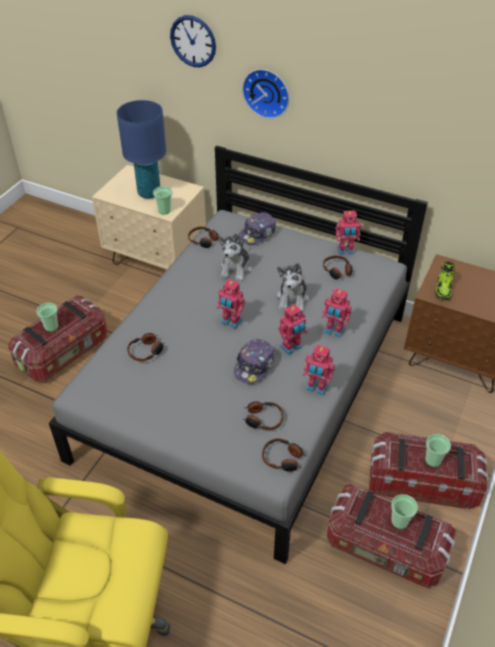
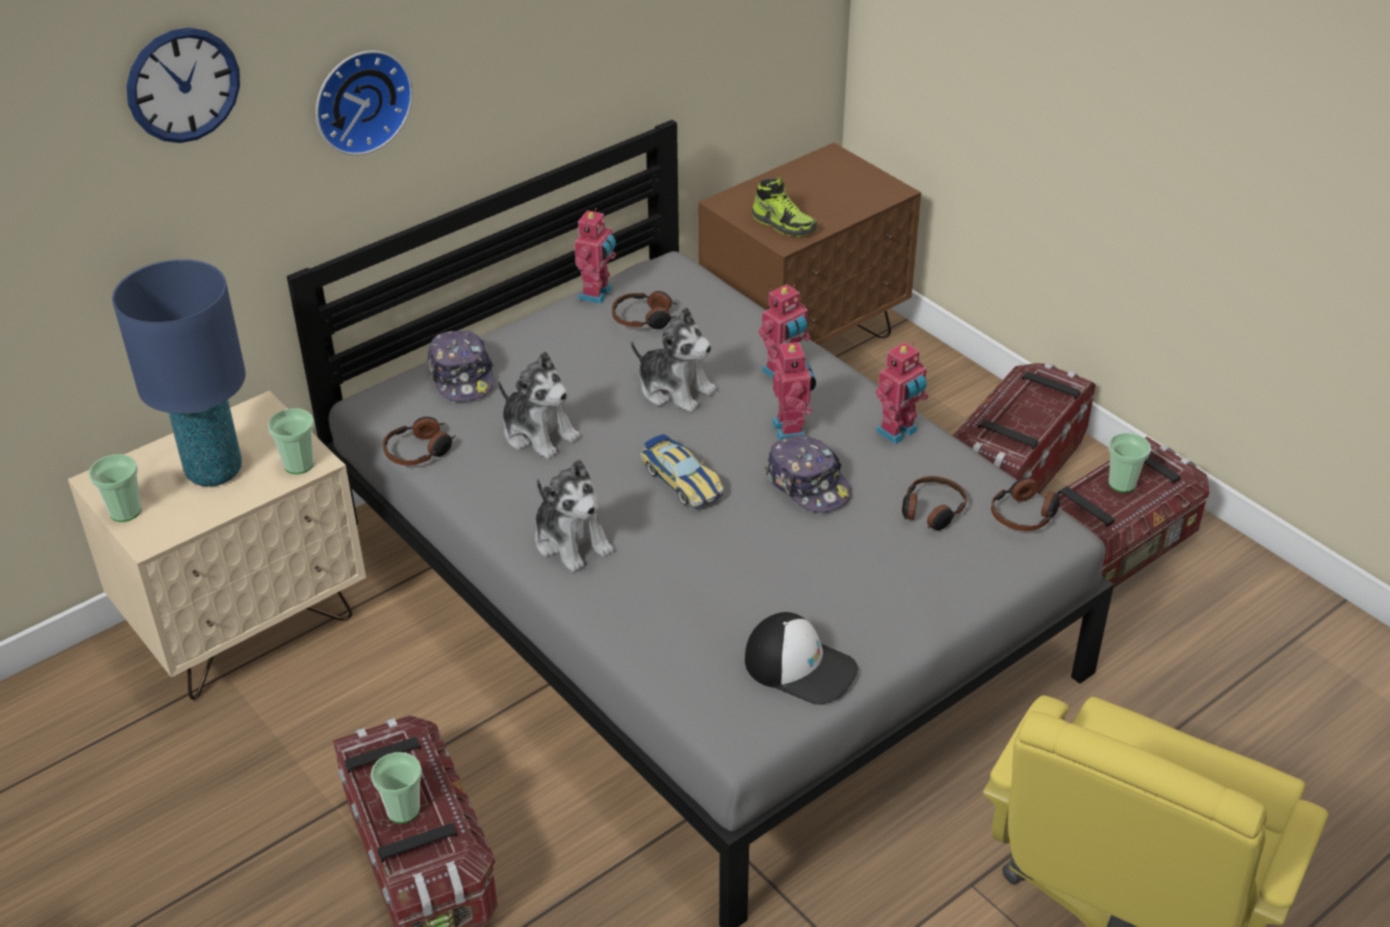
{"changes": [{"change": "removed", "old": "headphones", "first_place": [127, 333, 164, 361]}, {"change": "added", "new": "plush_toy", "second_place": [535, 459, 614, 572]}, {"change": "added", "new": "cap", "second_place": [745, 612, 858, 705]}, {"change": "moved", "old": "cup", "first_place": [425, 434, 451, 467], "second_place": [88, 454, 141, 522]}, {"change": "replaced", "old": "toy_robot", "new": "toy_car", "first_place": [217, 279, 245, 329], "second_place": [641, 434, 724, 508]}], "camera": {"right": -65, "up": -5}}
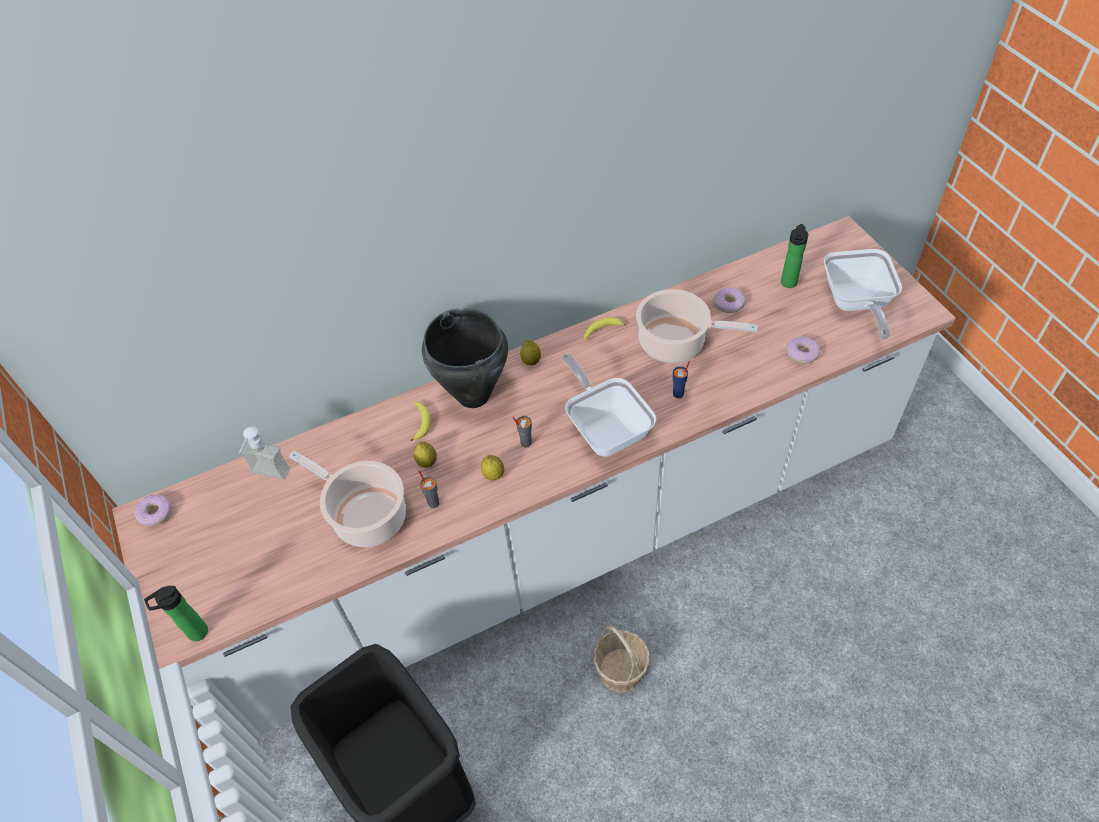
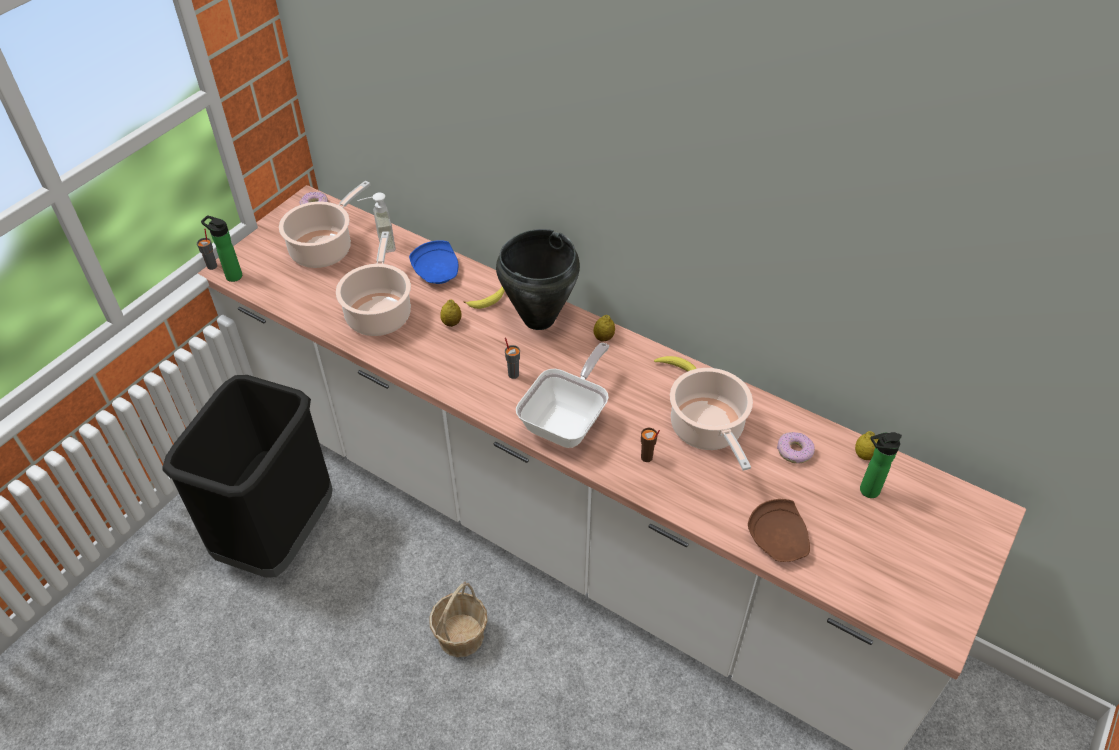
{"changes": [{"change": "removed", "old": "frying_pan", "first_place": [824, 249, 902, 339]}, {"change": "added", "new": "cooking_pot", "second_place": [279, 180, 371, 268]}, {"change": "added", "new": "blue_plate", "second_place": [409, 240, 459, 284]}, {"change": "moved", "old": "grey_cup", "first_place": [419, 471, 440, 508], "second_place": [197, 229, 217, 270]}, {"change": "moved", "old": "lemon", "first_place": [481, 455, 504, 480], "second_place": [855, 431, 878, 460]}, {"change": "replaced", "old": "donut", "new": "brown_plate", "first_place": [786, 336, 820, 364], "second_place": [748, 499, 810, 562]}, {"change": "recoloured", "old": "blue_cup", "new": "brown_cup", "first_place": [673, 361, 690, 398], "second_place": [641, 428, 660, 462]}], "camera": {"right": 55, "up": -5}}
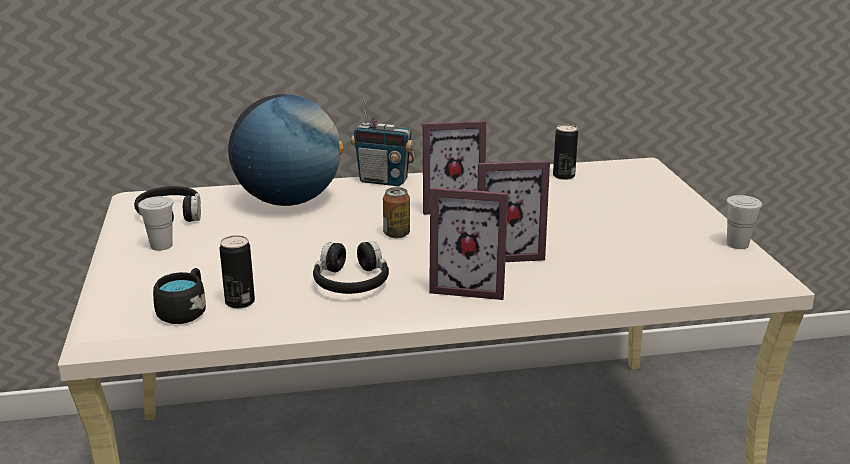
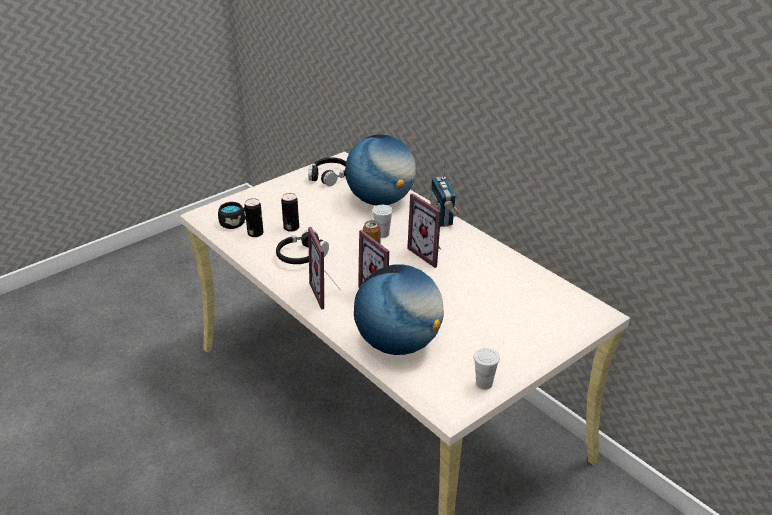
{"changes": [{"change": "added", "new": "globe", "second_place": [354, 265, 444, 355]}, {"change": "moved", "old": "white_cup", "first_place": [138, 196, 174, 251], "second_place": [372, 205, 393, 238]}, {"change": "moved", "old": "can", "first_place": [553, 125, 578, 180], "second_place": [281, 193, 299, 232]}], "camera": {"right": 60, "up": 10}}
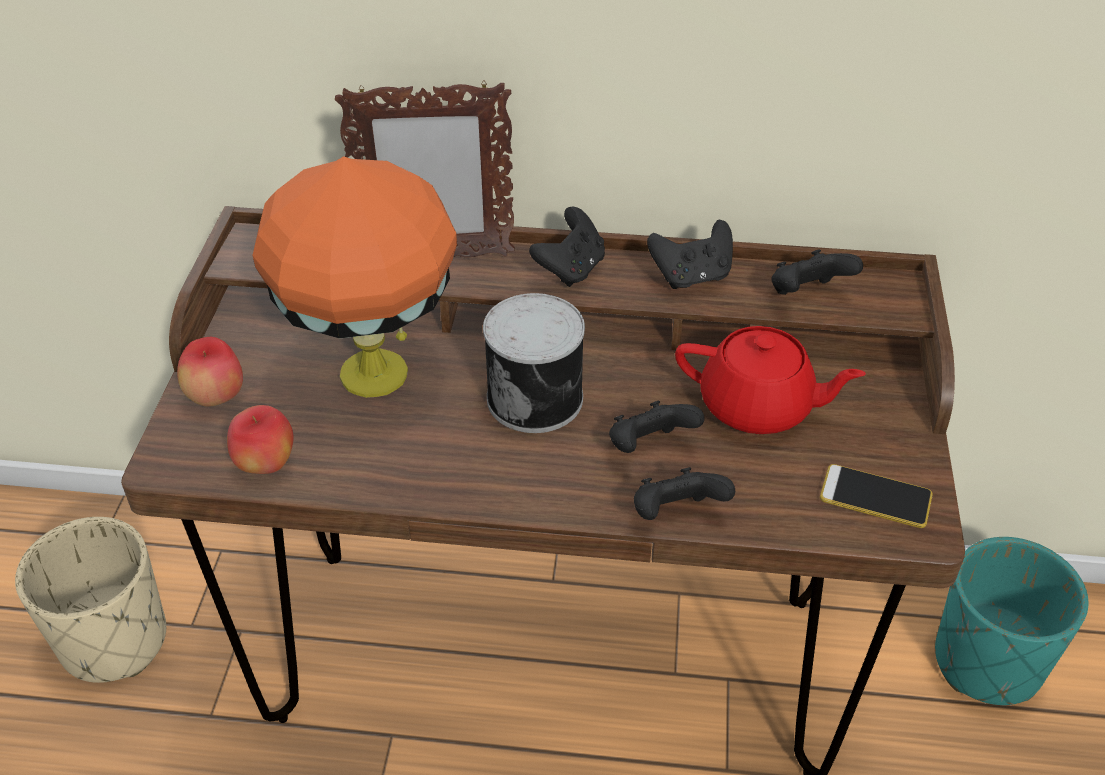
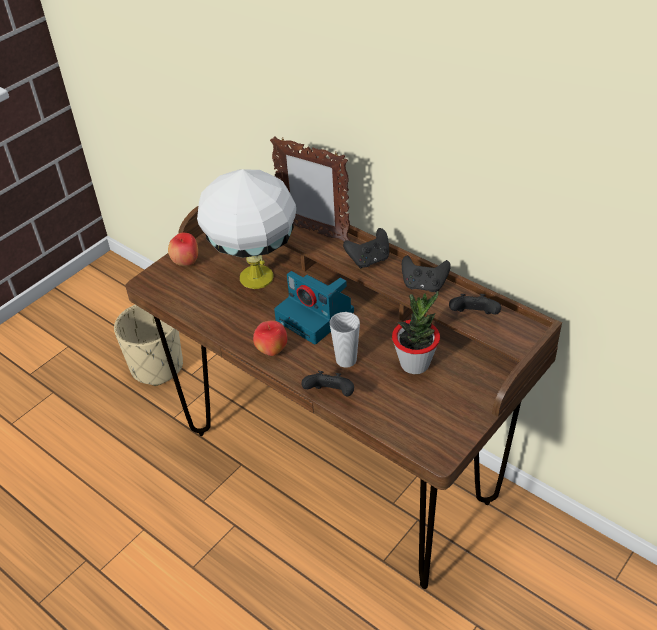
{"changes": [{"change": "removed", "old": "phone", "first_place": [820, 464, 933, 528]}, {"change": "removed", "old": "turquoise_planter", "first_place": [935, 537, 1088, 705]}, {"change": "moved", "old": "apple", "first_place": [227, 405, 293, 474], "second_place": [253, 320, 287, 356]}, {"change": "replaced", "old": "can", "new": "photo_camera", "first_place": [483, 293, 585, 433], "second_place": [274, 271, 354, 344]}, {"change": "replaced", "old": "black_game_controller", "new": "cup", "first_place": [609, 401, 704, 453], "second_place": [329, 312, 360, 368]}, {"change": "replaced", "old": "red_teapot", "new": "potted_plant", "first_place": [675, 326, 866, 434], "second_place": [392, 291, 440, 374]}, {"change": "recoloured", "old": "orange_table_lamp", "new": "white_table_lamp", "first_place": [252, 156, 457, 398], "second_place": [197, 169, 296, 289]}], "camera": {"right": 35, "up": 0}}
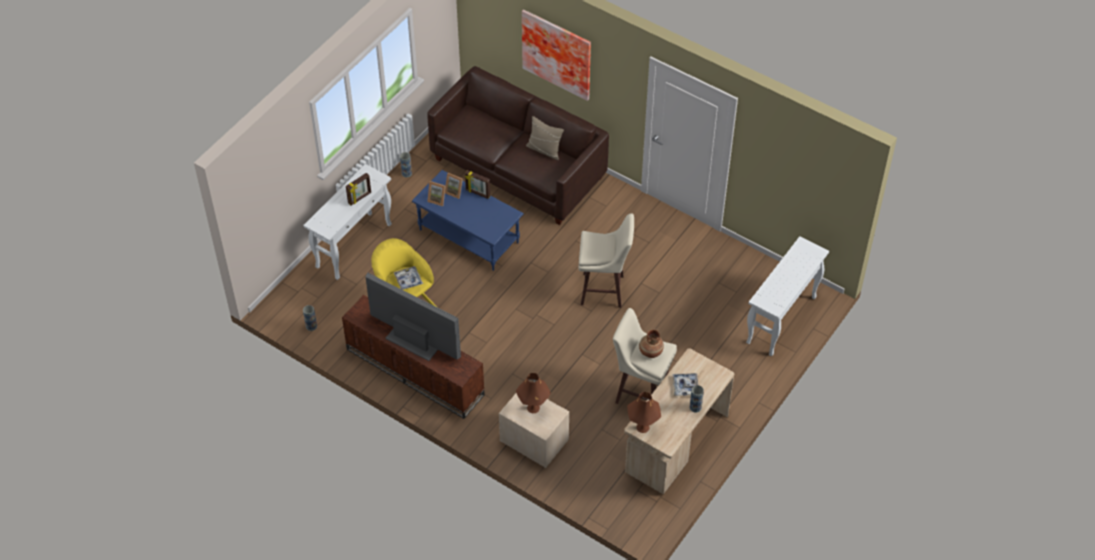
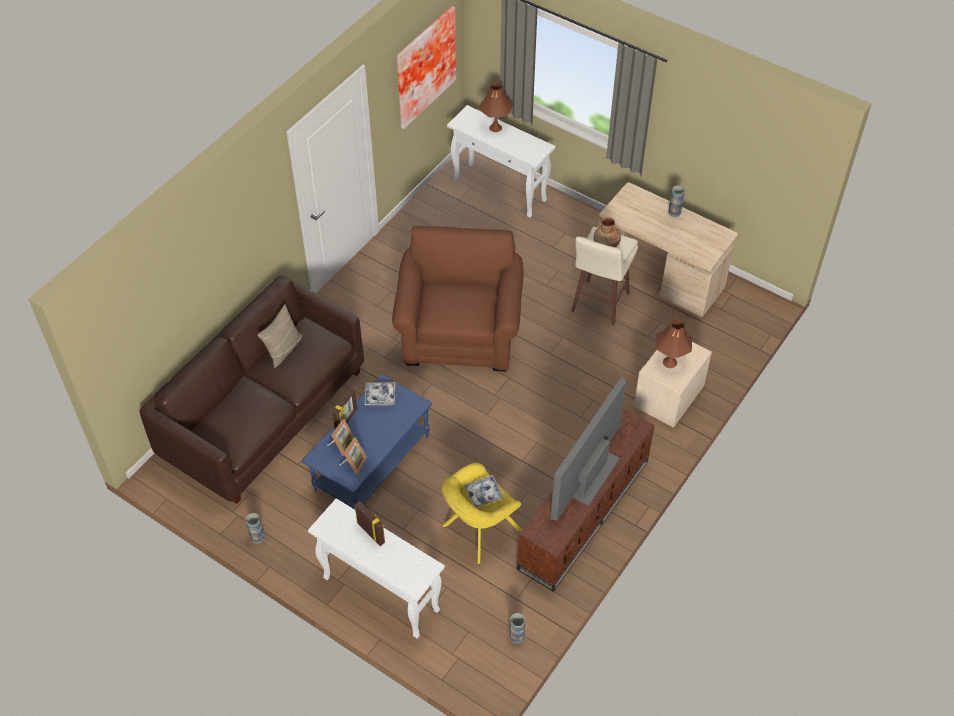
{"changes": [{"change": "moved", "old": "picture", "first_place": [522, 9, 591, 101], "second_place": [397, 6, 456, 129]}, {"change": "moved", "old": "brown_table_lamp", "first_place": [627, 392, 661, 433], "second_place": [479, 83, 513, 132]}, {"change": "moved", "old": "tray", "first_place": [673, 373, 698, 396], "second_place": [365, 382, 395, 405]}, {"change": "replaced", "old": "beige_stool", "new": "brown_armchair", "first_place": [578, 213, 634, 308], "second_place": [392, 225, 524, 372]}], "camera": {"right": -90, "up": 0}}
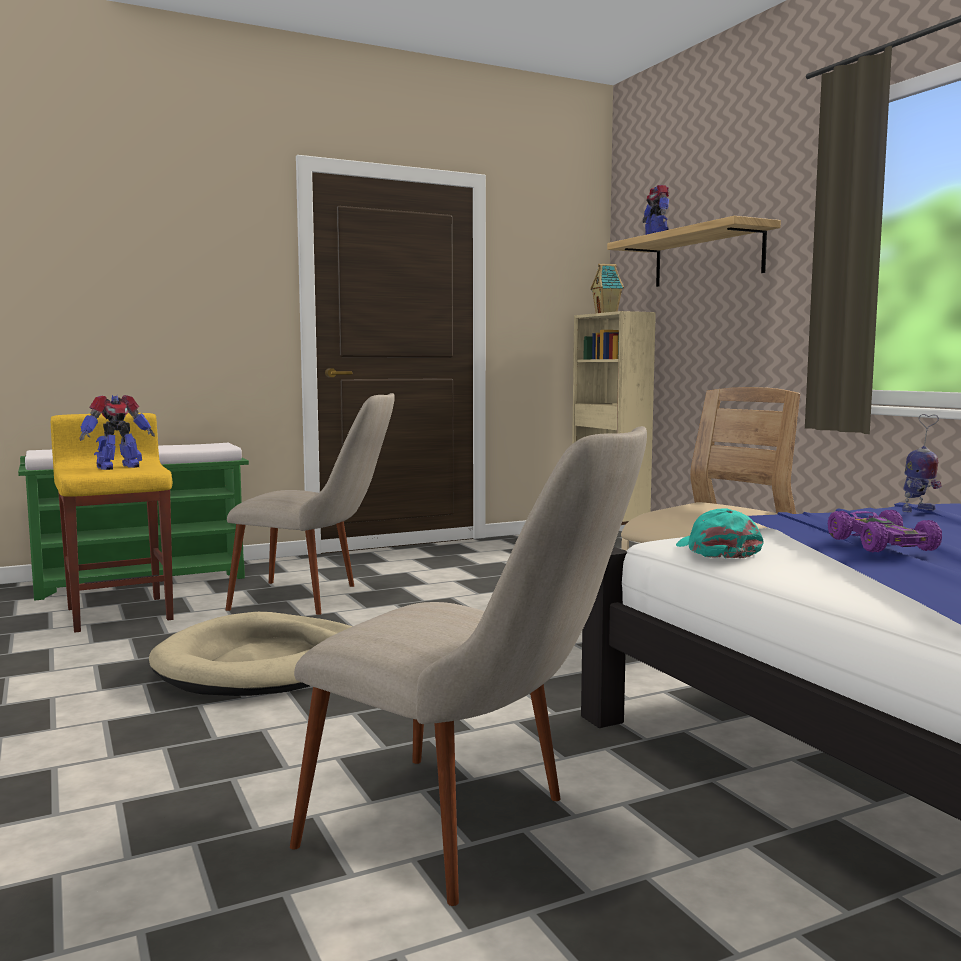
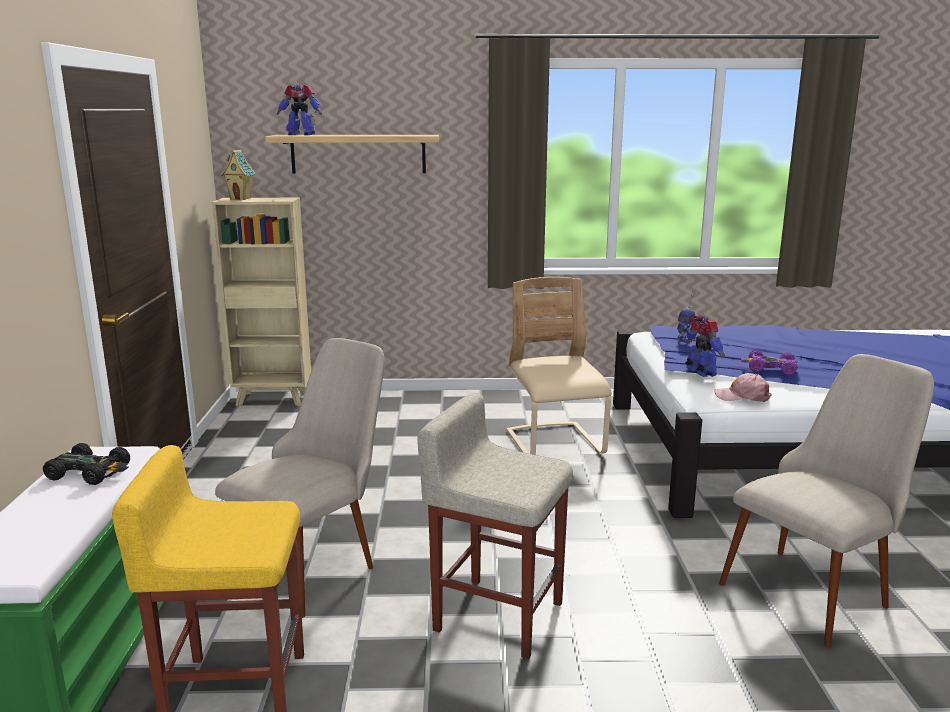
{"changes": [{"change": "added", "new": "black_toy_car", "second_place": [43, 443, 130, 485]}, {"change": "moved", "old": "toy_robot", "first_place": [79, 395, 155, 470], "second_place": [685, 315, 725, 377]}, {"change": "replaced", "old": "beige_dog_bed", "new": "beige_stool", "first_place": [149, 612, 352, 696], "second_place": [417, 393, 573, 659]}, {"change": "recoloured", "old": "turquoise_cap", "new": "pink_cap", "first_place": [676, 508, 764, 558], "second_place": [714, 373, 772, 402]}], "camera": {"right": -65, "up": 10}}
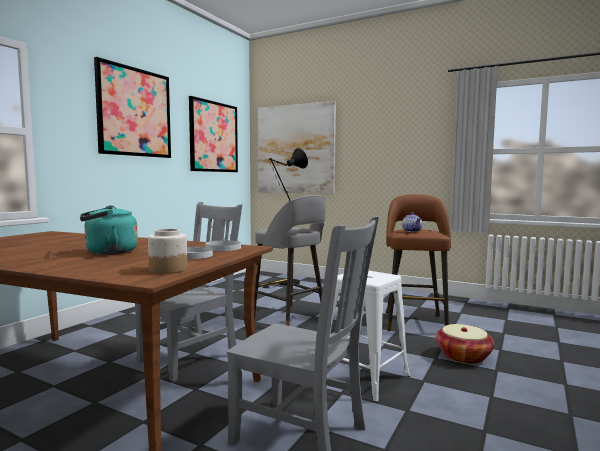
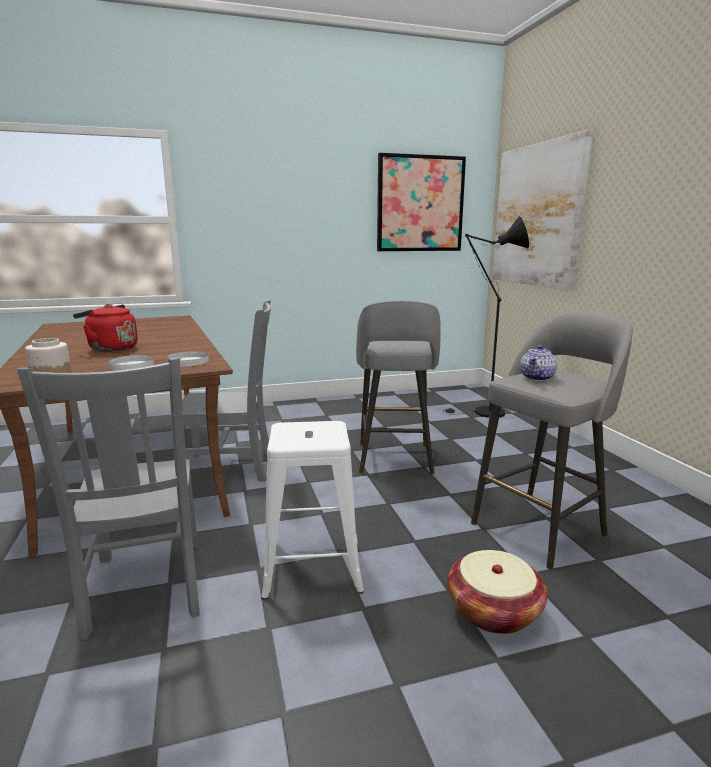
{"changes": [{"change": "removed", "old": "picture", "first_place": [94, 57, 171, 158]}, {"change": "recoloured", "old": "turquoise_kettle", "new": "red_kettle", "first_place": [80, 205, 138, 255], "second_place": [73, 304, 138, 352]}, {"change": "recoloured", "old": "brown_stool", "new": "grey_stool", "first_place": [386, 194, 451, 331], "second_place": [471, 310, 633, 569]}], "camera": {"right": 45, "up": 10}}
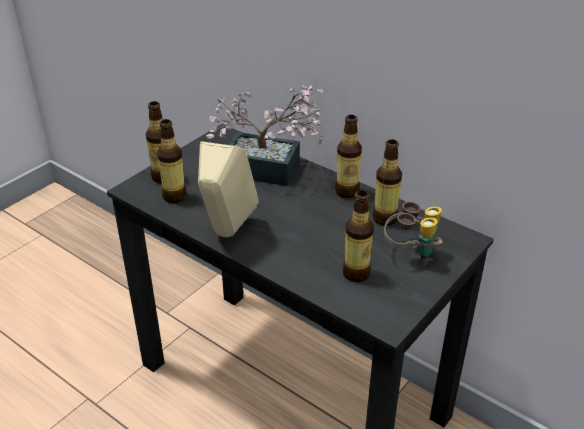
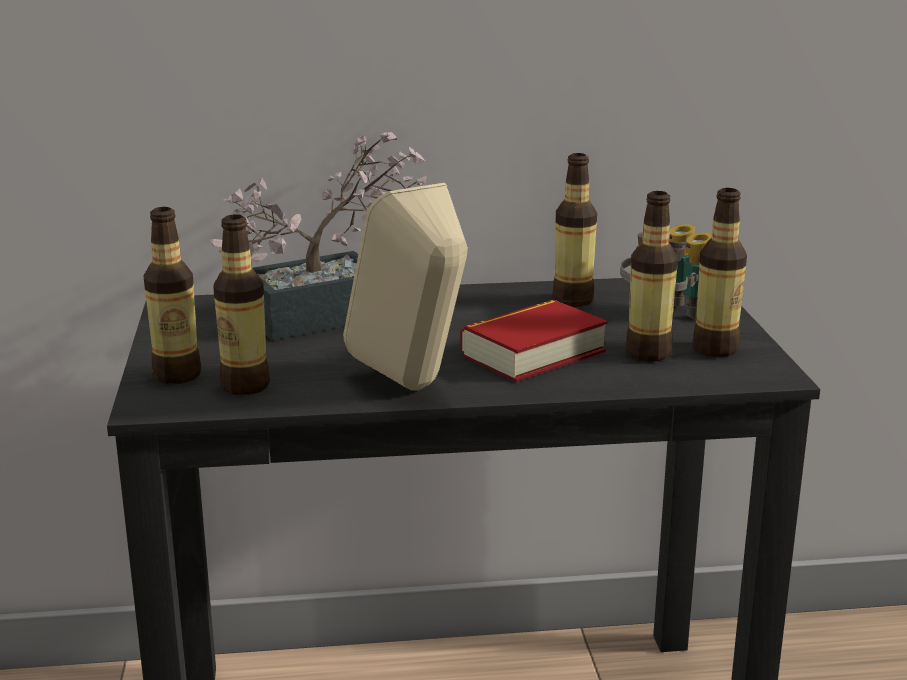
{"changes": [{"change": "added", "new": "book", "second_place": [460, 300, 608, 382]}, {"change": "moved", "old": "bottle", "first_place": [335, 115, 362, 198], "second_place": [692, 188, 747, 357]}], "camera": {"right": -45, "up": -15}}
